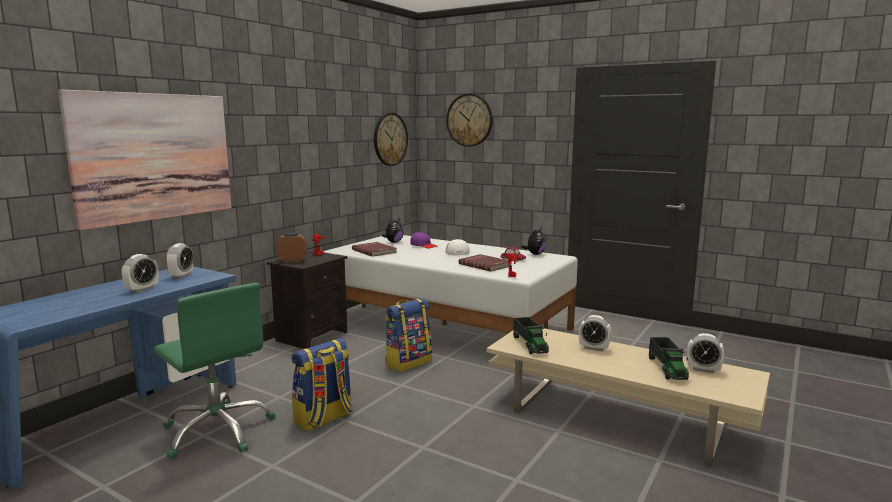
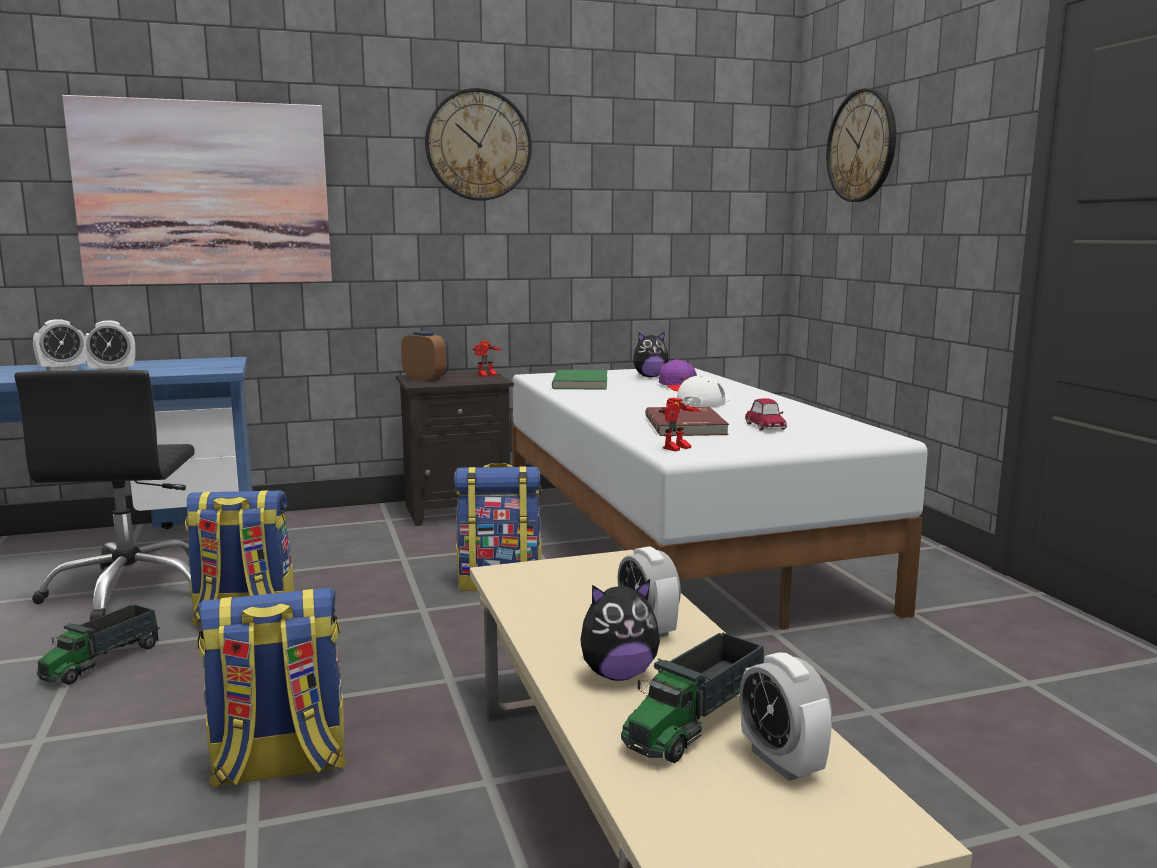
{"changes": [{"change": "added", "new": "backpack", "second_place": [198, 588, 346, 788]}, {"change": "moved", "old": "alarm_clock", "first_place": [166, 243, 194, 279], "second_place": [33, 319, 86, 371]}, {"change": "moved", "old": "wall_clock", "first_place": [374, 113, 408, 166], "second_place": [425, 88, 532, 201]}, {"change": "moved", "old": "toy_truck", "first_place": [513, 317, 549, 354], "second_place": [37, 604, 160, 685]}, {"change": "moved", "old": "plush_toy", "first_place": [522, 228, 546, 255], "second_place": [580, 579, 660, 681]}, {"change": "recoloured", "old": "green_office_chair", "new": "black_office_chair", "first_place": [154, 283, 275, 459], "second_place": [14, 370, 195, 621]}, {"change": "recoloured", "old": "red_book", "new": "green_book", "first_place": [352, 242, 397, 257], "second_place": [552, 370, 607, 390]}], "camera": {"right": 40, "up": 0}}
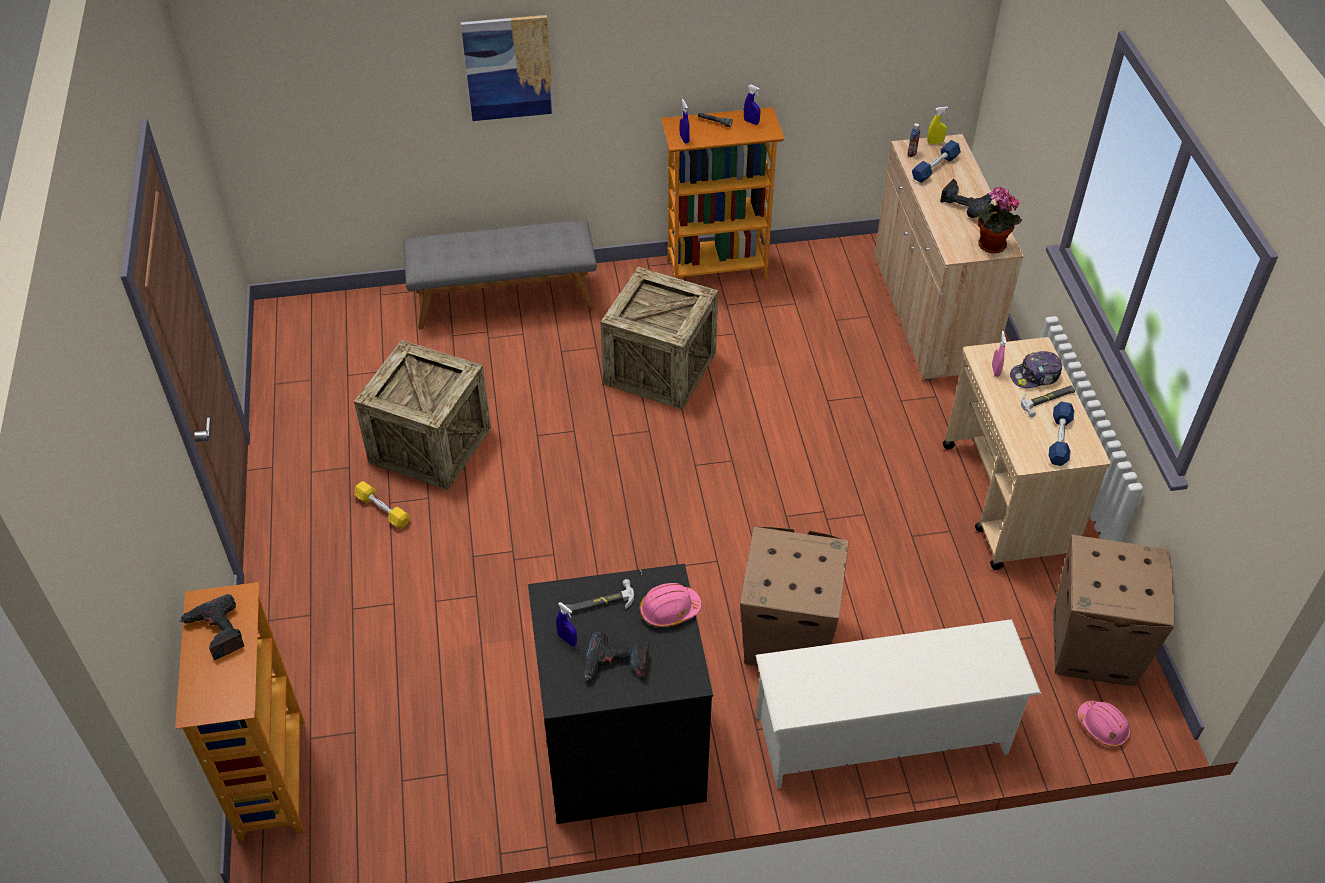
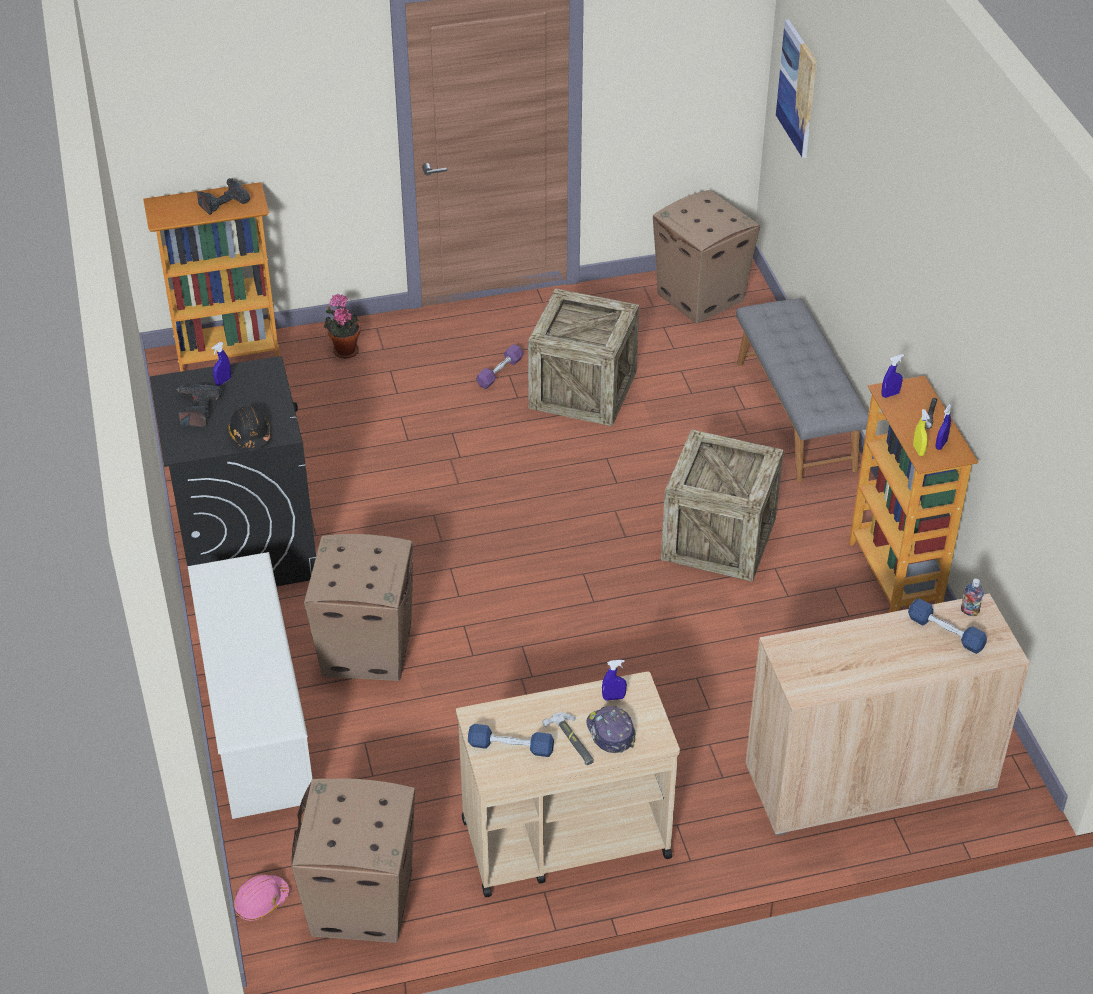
{"changes": [{"change": "removed", "old": "hammer", "first_place": [565, 579, 634, 614]}, {"change": "removed", "old": "power_drill", "first_place": [940, 179, 992, 218]}, {"change": "added", "new": "cardboard_box", "second_place": [653, 190, 760, 324]}, {"change": "moved", "old": "picture", "first_place": [461, 15, 554, 121], "second_place": [776, 19, 817, 158]}, {"change": "moved", "old": "yellow_spray_bottle", "first_place": [927, 107, 949, 144], "second_place": [913, 409, 930, 456]}, {"change": "moved", "old": "potted_plant", "first_place": [975, 187, 1023, 253], "second_place": [324, 294, 361, 359]}, {"change": "recoloured", "old": "yellow_dumbbell", "new": "purple_dumbbell", "first_place": [354, 481, 410, 529], "second_place": [476, 344, 523, 389]}, {"change": "recoloured", "old": "pink_hard_hat", "new": "black_hard_hat", "first_place": [640, 583, 702, 627], "second_place": [228, 406, 271, 450]}, {"change": "recoloured", "old": "pink_spray_bottle", "new": "blue_spray_bottle", "first_place": [992, 331, 1006, 377], "second_place": [602, 660, 627, 701]}], "camera": {"right": 85, "up": -5}}
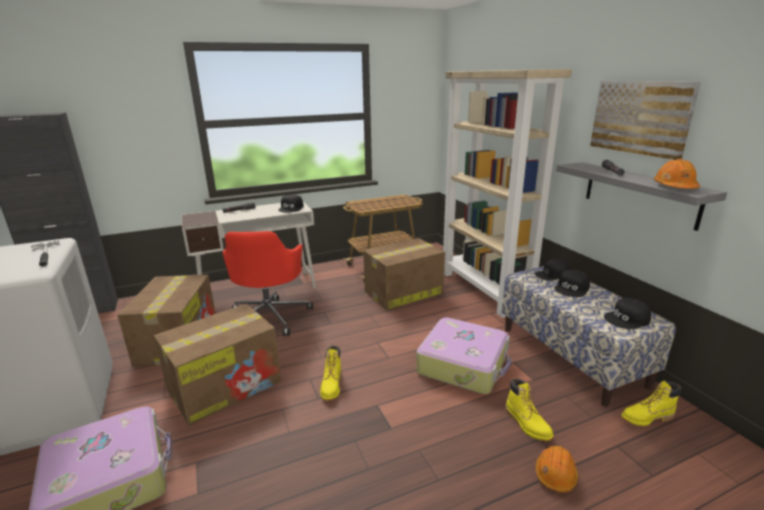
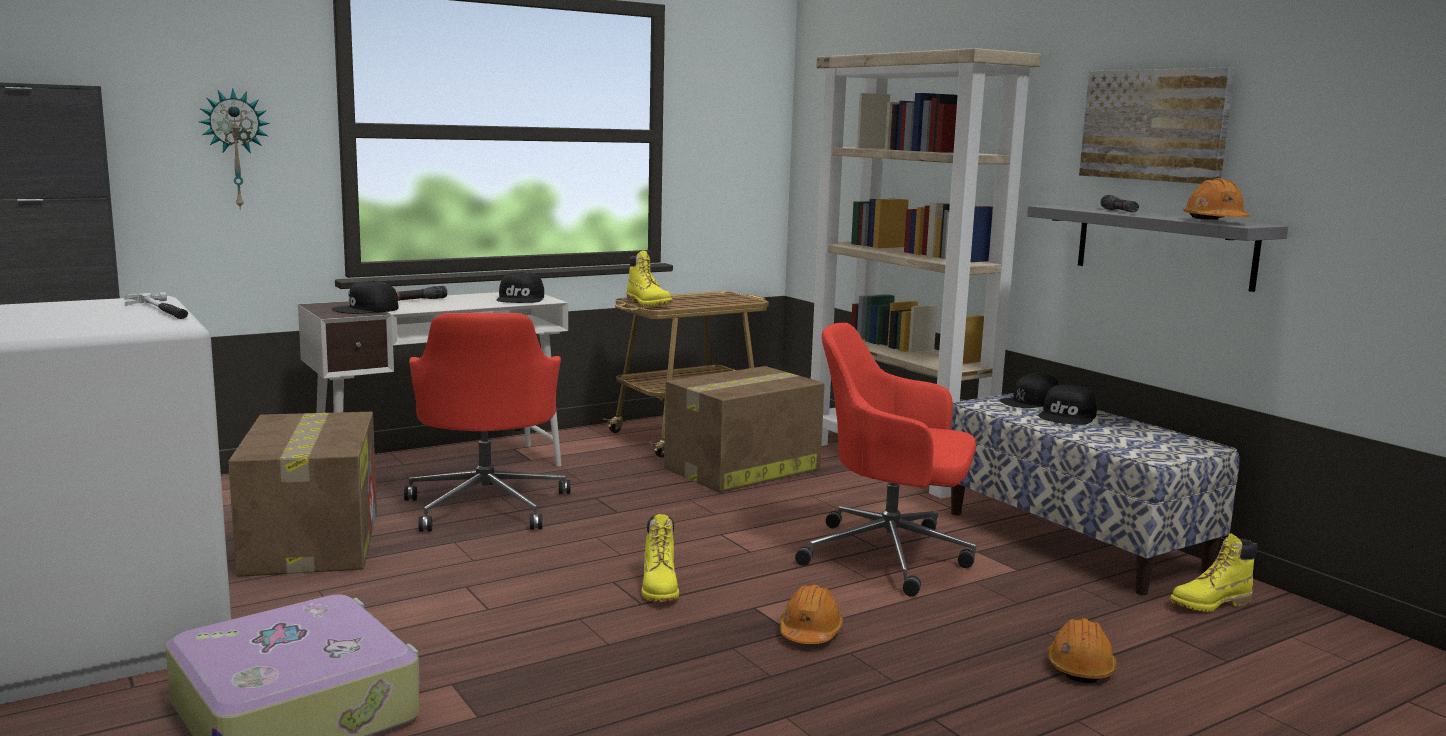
{"changes": [{"change": "removed", "old": "cardboard_box", "first_place": [154, 304, 281, 426]}, {"change": "added", "new": "wall_clock", "second_place": [199, 89, 270, 210]}, {"change": "added", "new": "orange_hard_hat", "second_place": [780, 584, 843, 644]}, {"change": "moved", "old": "yellow_boot", "first_place": [505, 378, 554, 441], "second_place": [627, 251, 672, 306]}, {"change": "moved", "old": "black_cap", "first_place": [604, 297, 651, 329], "second_place": [332, 280, 399, 314]}, {"change": "replaced", "old": "suitcase", "new": "red_office_chair", "first_place": [416, 318, 512, 394], "second_place": [795, 323, 976, 597]}], "camera": {"right": -10, "up": -10}}
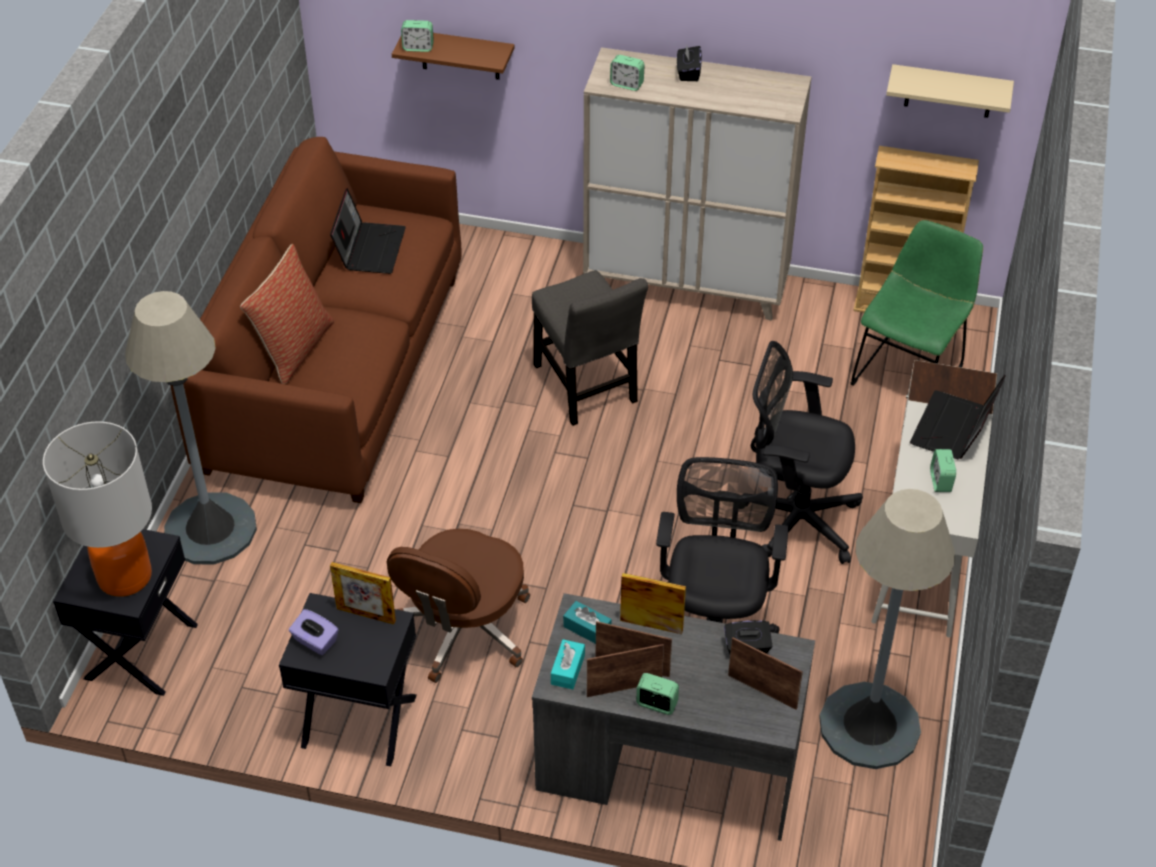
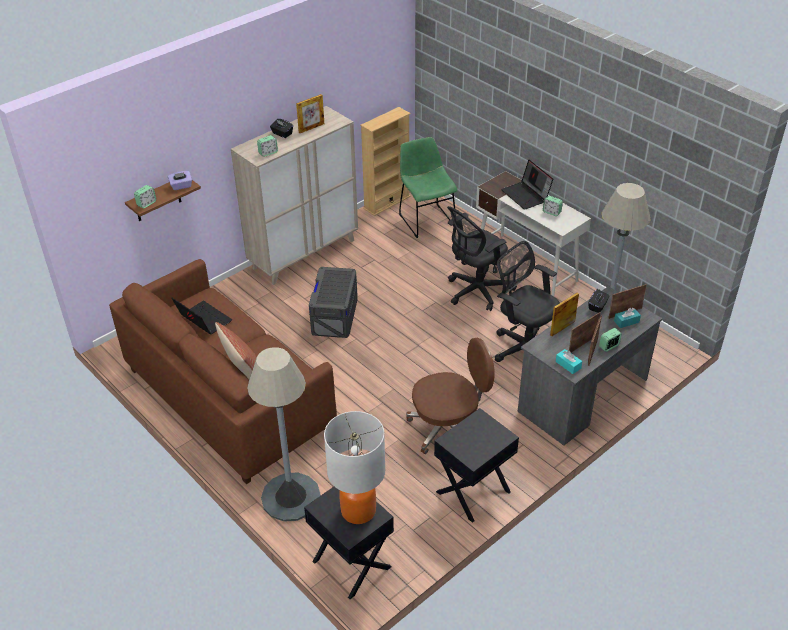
{"changes": [{"change": "removed", "old": "beige_shelf", "first_place": [886, 64, 1014, 118]}, {"change": "moved", "old": "purple_tissue_box", "first_place": [289, 609, 339, 655], "second_place": [168, 171, 192, 190]}, {"change": "moved", "old": "picture_frame", "first_place": [330, 562, 396, 625], "second_place": [296, 94, 324, 133]}, {"change": "moved", "old": "turquoise_tissue_box", "first_place": [563, 601, 612, 644], "second_place": [614, 308, 641, 328]}, {"change": "replaced", "old": "grey_chair", "new": "grey_storage_box", "first_place": [532, 270, 648, 426], "second_place": [309, 267, 358, 338]}, {"change": "turned", "old": "brown_office_chair", "first_place": [387, 529, 530, 683], "second_place": [406, 338, 495, 454], "degrees": -75}], "camera": {"right": -55, "up": -5}}
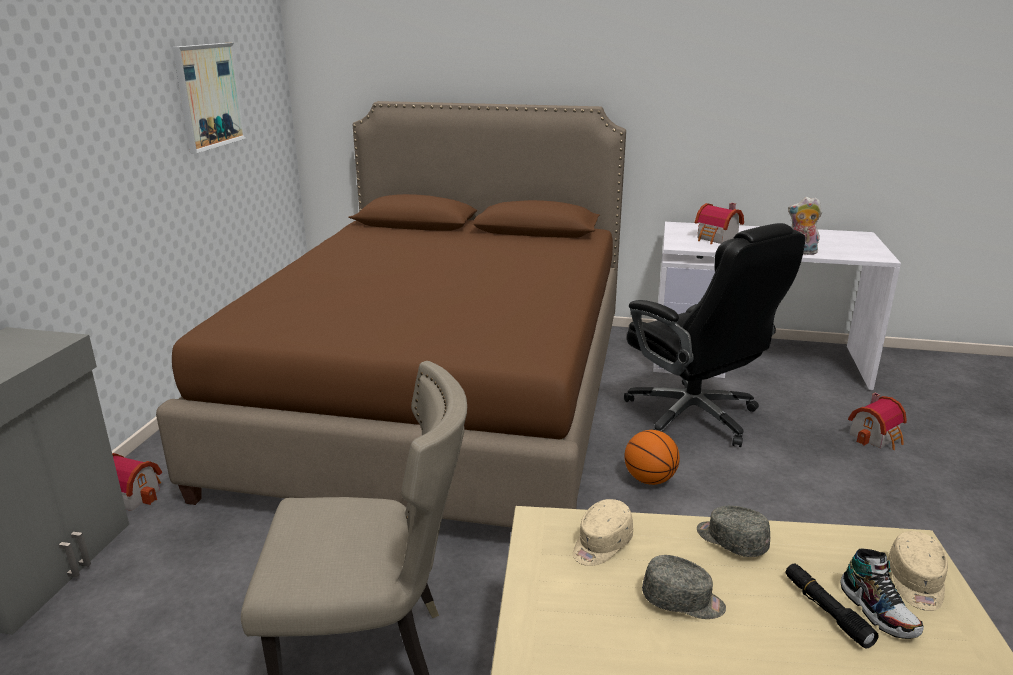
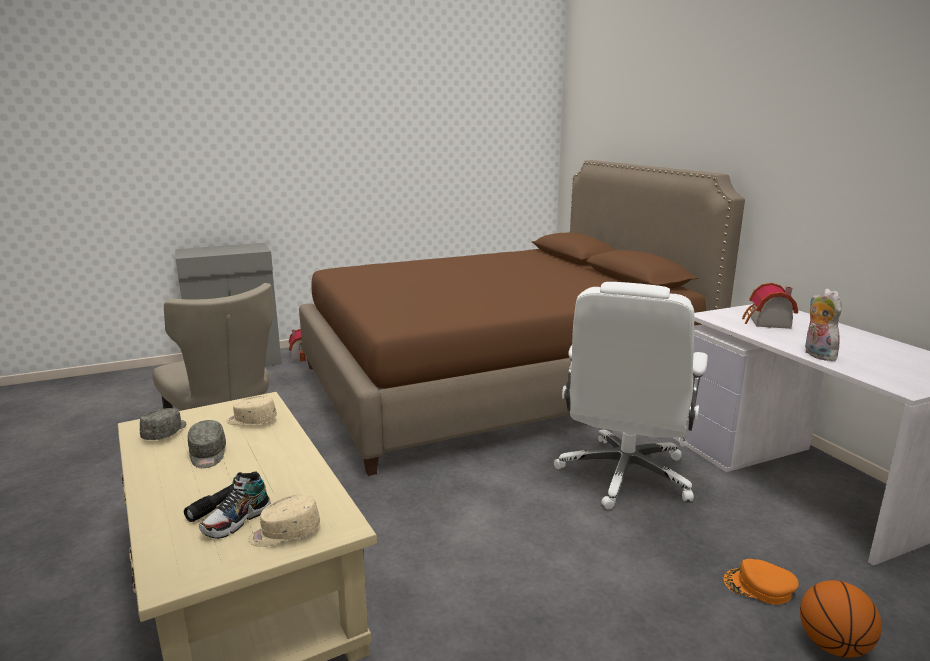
{"changes": [{"change": "removed", "old": "picture", "first_place": [172, 43, 247, 154]}, {"change": "moved", "old": "basketball", "first_place": [624, 430, 680, 485], "second_place": [800, 580, 882, 658]}, {"change": "moved", "old": "grey_cap", "first_place": [697, 506, 770, 557], "second_place": [140, 408, 186, 440]}, {"change": "replaced", "old": "toy_house", "new": "orange_cap", "first_place": [848, 393, 907, 450], "second_place": [723, 559, 799, 605]}, {"change": "recoloured", "old": "black_office_chair", "new": "white_office_chair", "first_place": [624, 223, 805, 447], "second_place": [554, 282, 708, 509]}], "camera": {"right": 55, "up": -5}}
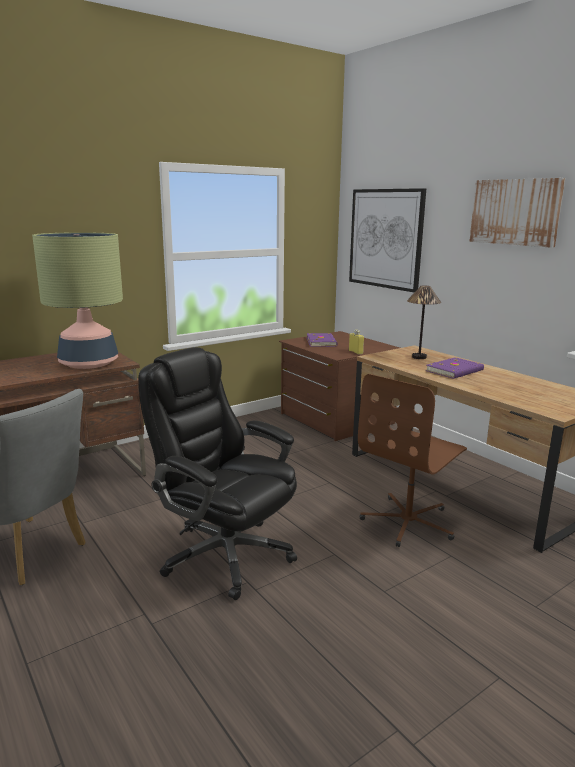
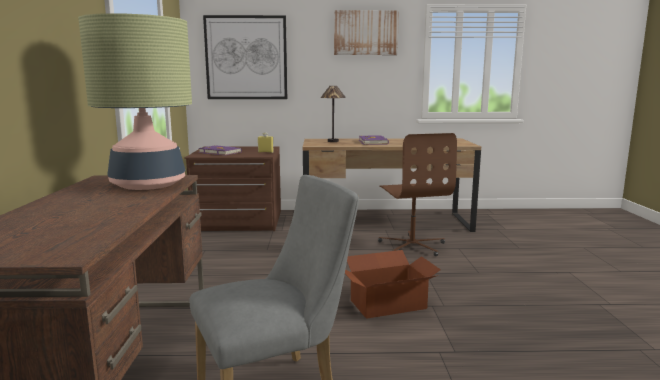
{"changes": [{"change": "replaced", "old": "black_office_chair", "new": "cardboard_box", "first_place": [138, 347, 297, 600], "second_place": [345, 250, 441, 319]}], "camera": {"right": -55, "up": -5}}
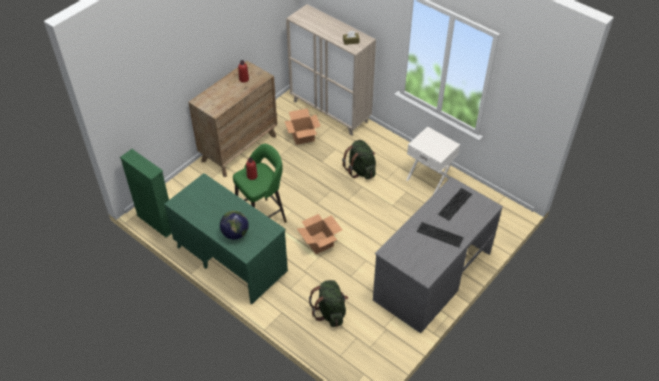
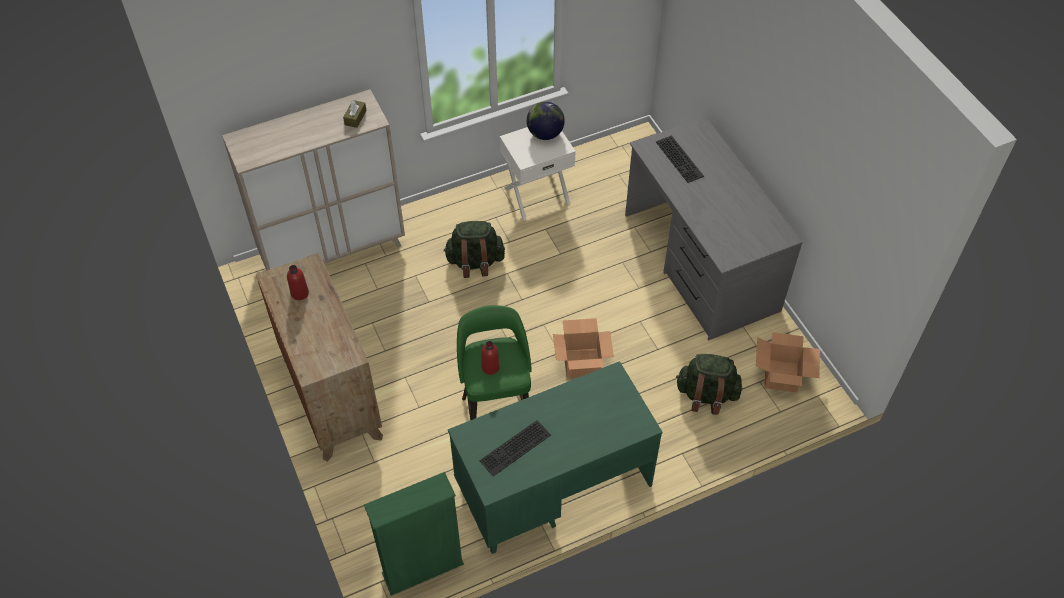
{"changes": [{"change": "moved", "old": "globe", "first_place": [220, 211, 249, 239], "second_place": [527, 102, 565, 140]}, {"change": "moved", "old": "cardboard_box", "first_place": [285, 108, 320, 145], "second_place": [756, 332, 820, 392]}, {"change": "moved", "old": "keyboard", "first_place": [417, 222, 464, 247], "second_place": [479, 420, 551, 476]}], "camera": {"right": -65, "up": 5}}
